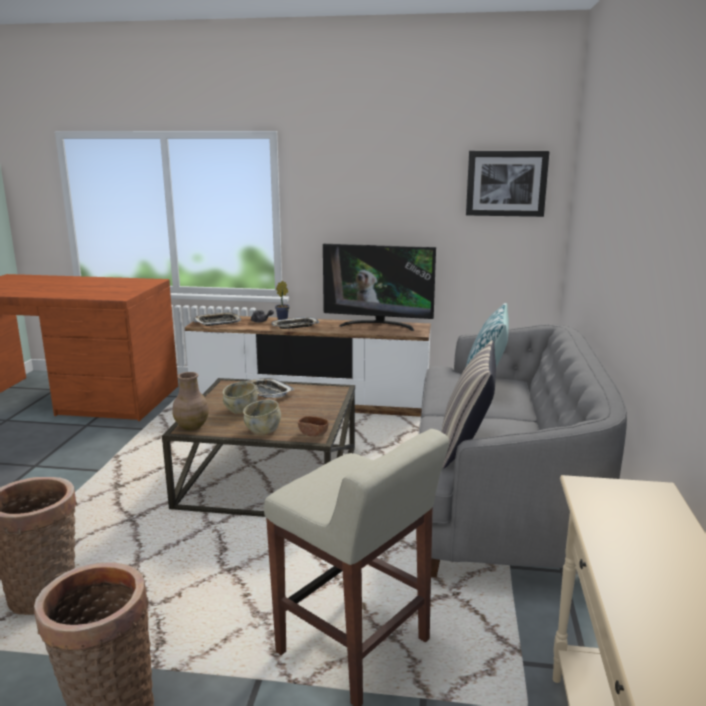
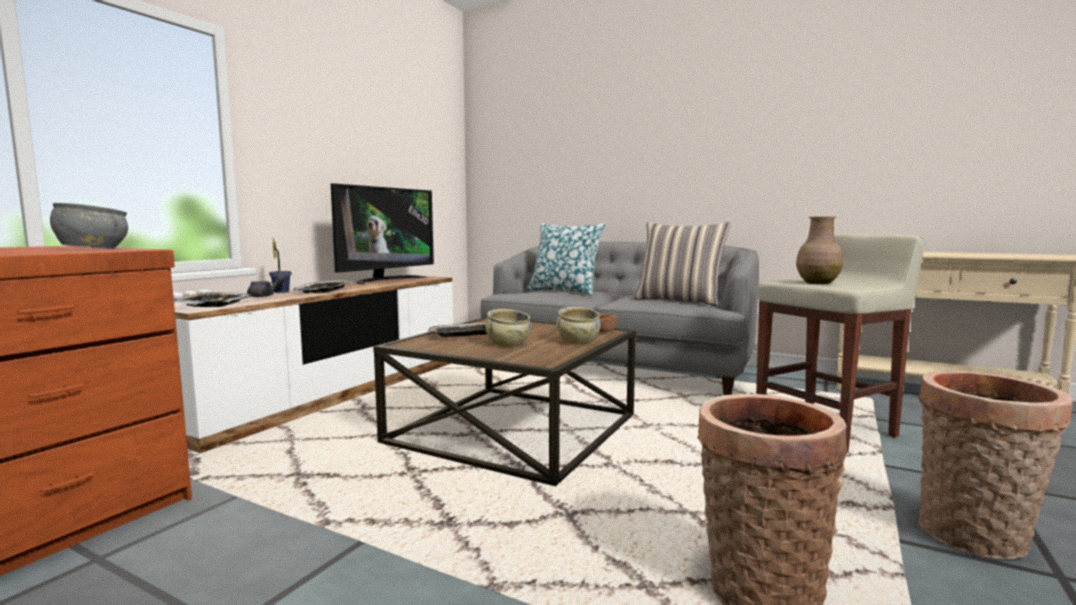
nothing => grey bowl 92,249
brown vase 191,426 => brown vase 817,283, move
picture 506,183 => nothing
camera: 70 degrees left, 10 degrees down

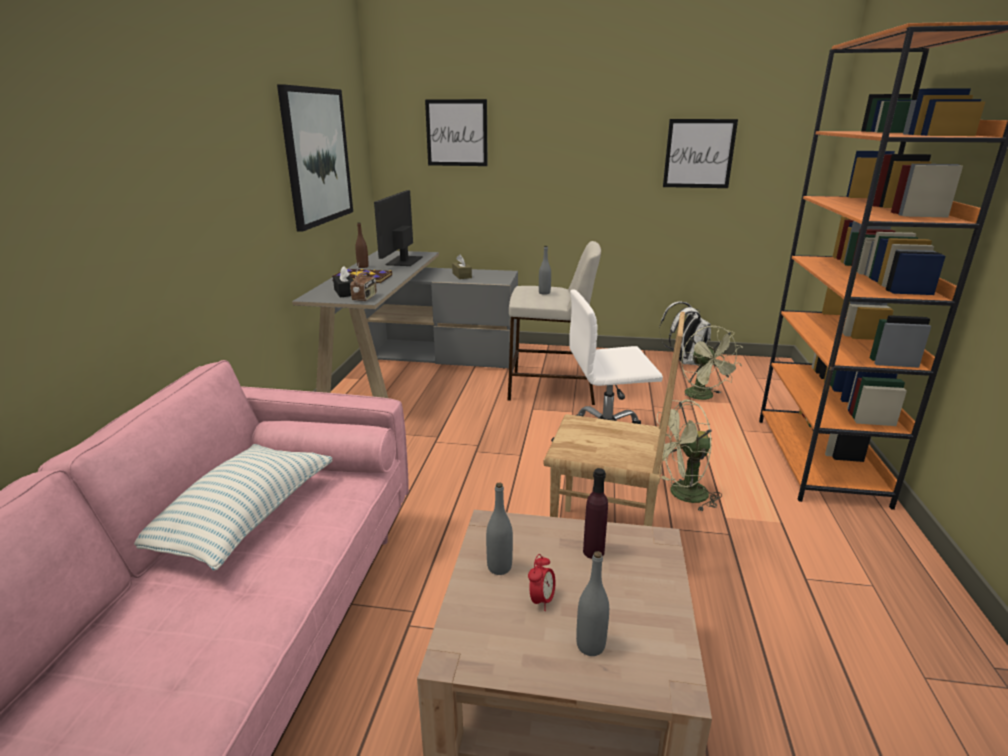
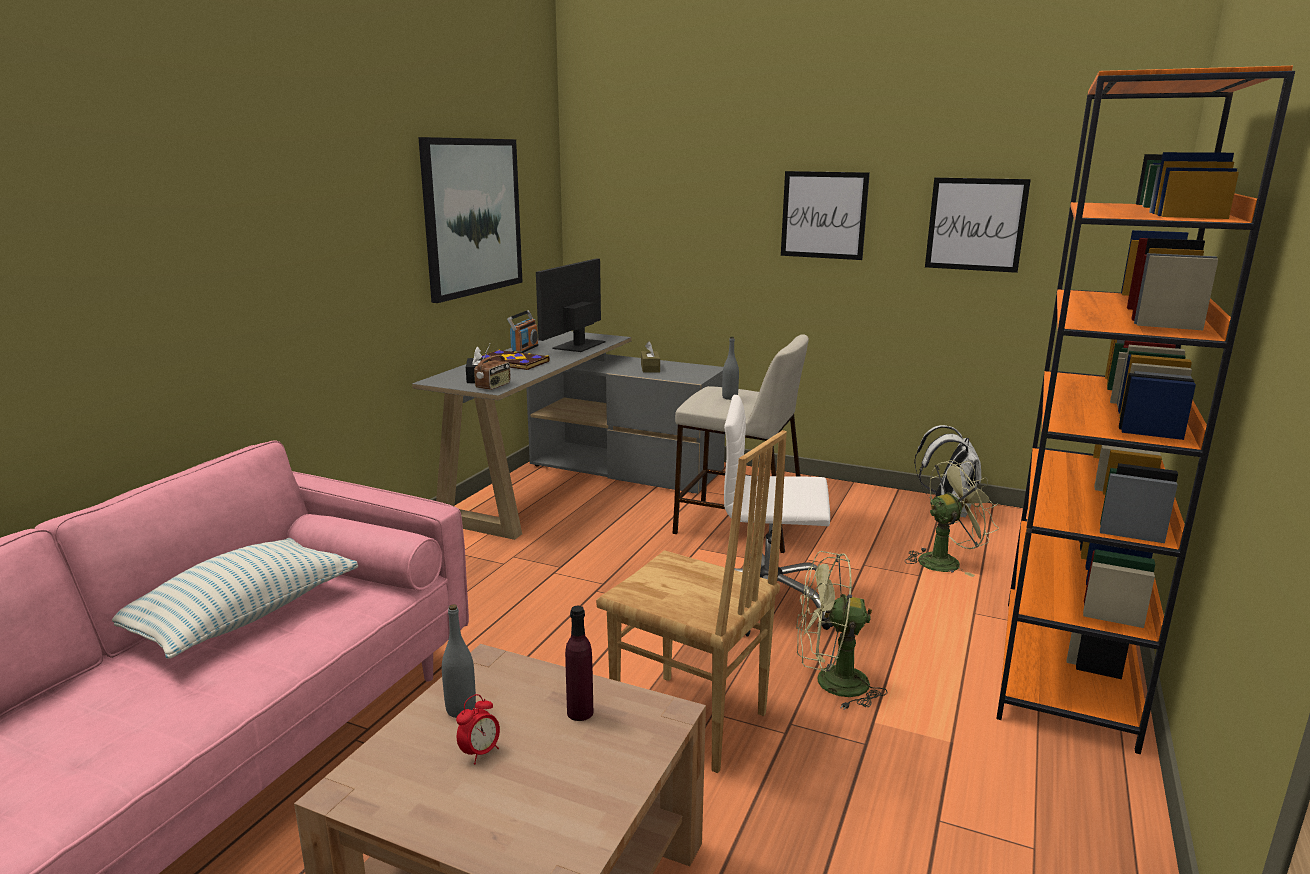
brown bottle 363,267 => radio 524,349
picture 457,133 => picture 824,215, move
green fan 704,397 => green fan 946,561, 105 degrees counterclockwise
grey bottle 590,645 => nothing
camera: 15 degrees right, 5 degrees down

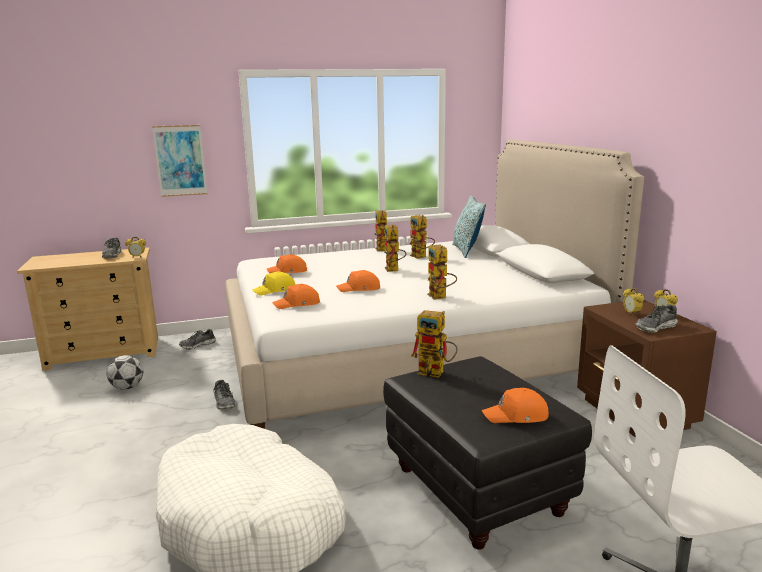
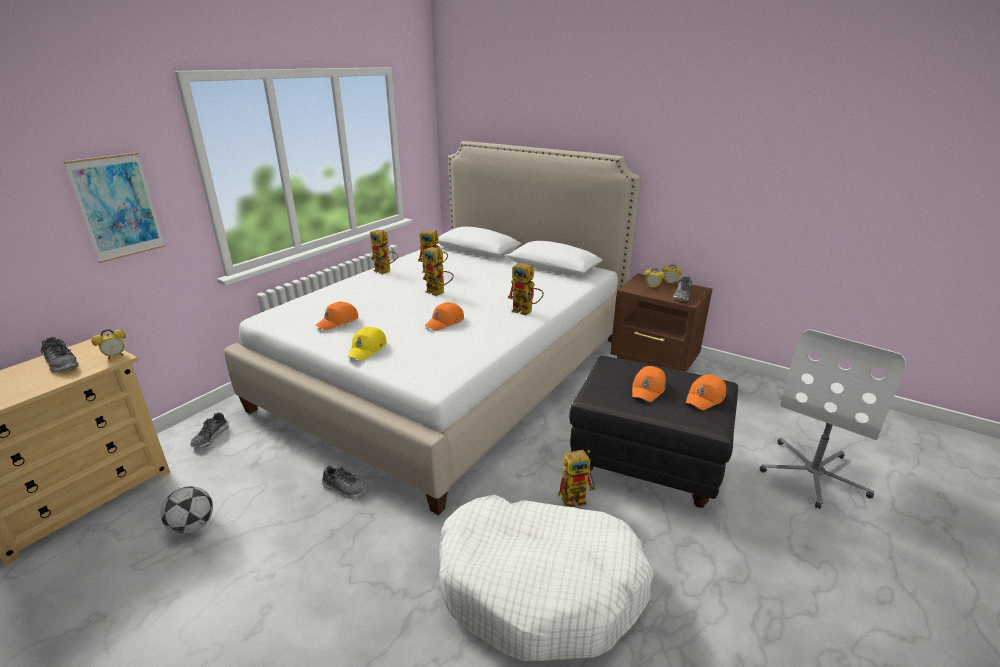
toy robot 436,372 => toy robot 578,498, move
orange cap 297,304 => orange cap 648,389, move
pillow 467,250 => nothing
camera: 40 degrees left, 10 degrees up

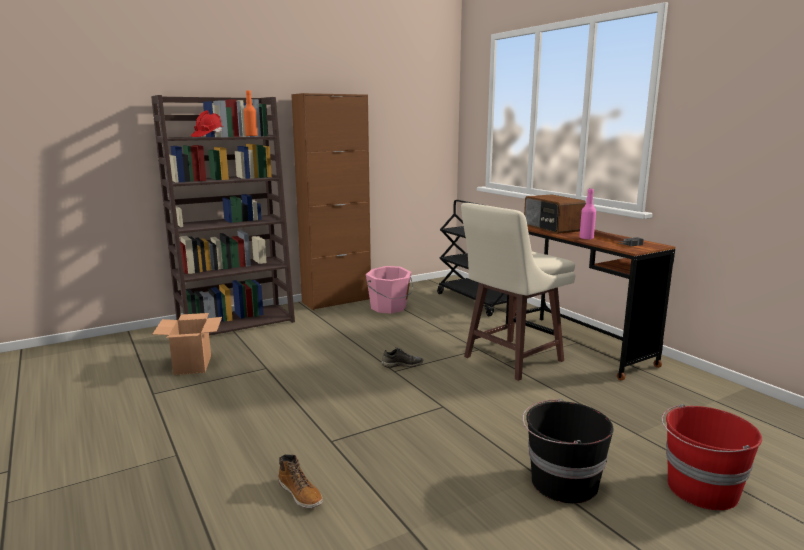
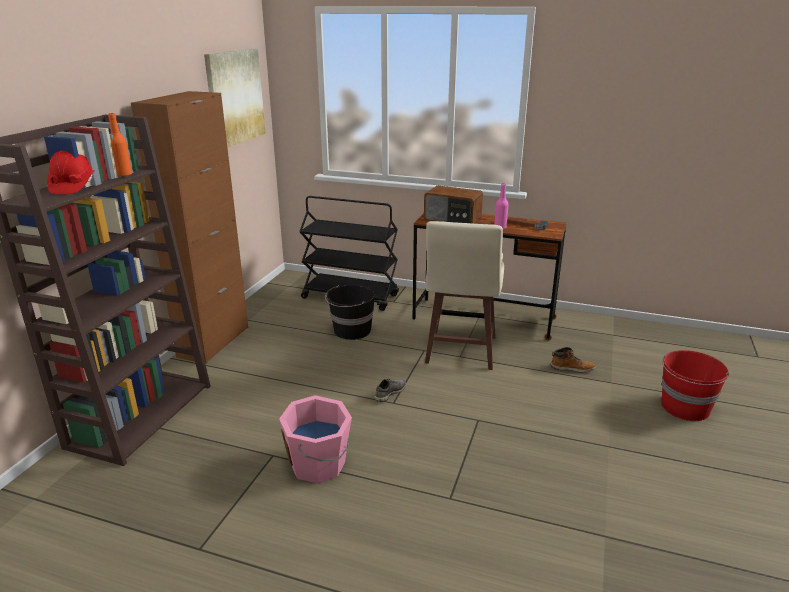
nothing => picture 235,97
pink bucket 389,308 => pink bucket 319,464, move
black bucket 562,483 => black bucket 351,331, move
boot 301,494 => boot 572,368, move
cardboard box 192,364 => nothing
camera: 40 degrees left, 10 degrees up

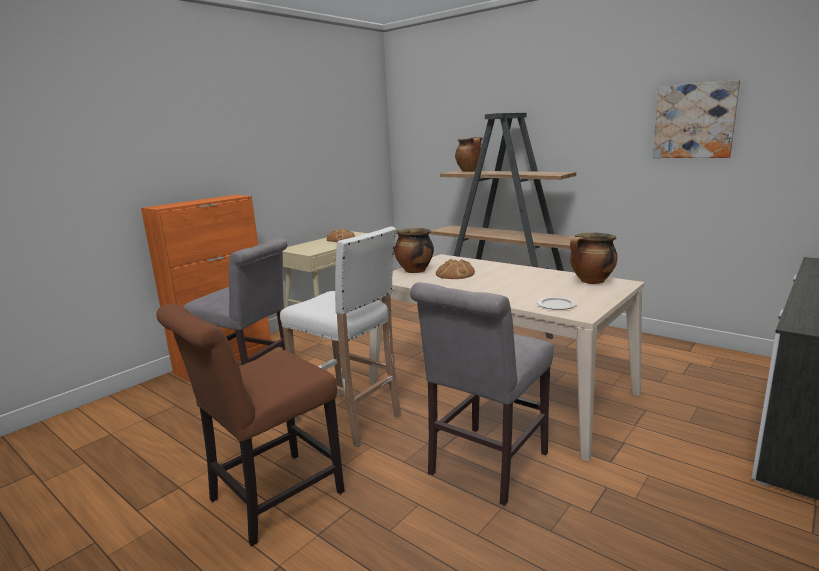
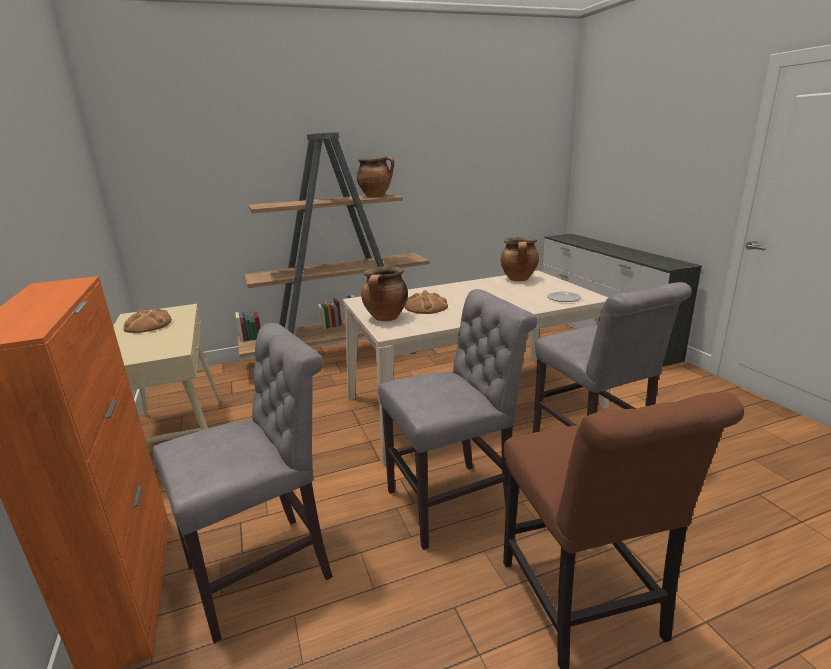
cooking pot 471,171 => cooking pot 376,196, move
white stool 350,419 => grey chair 455,501
picture 694,121 => nothing
camera: 60 degrees left, 5 degrees up

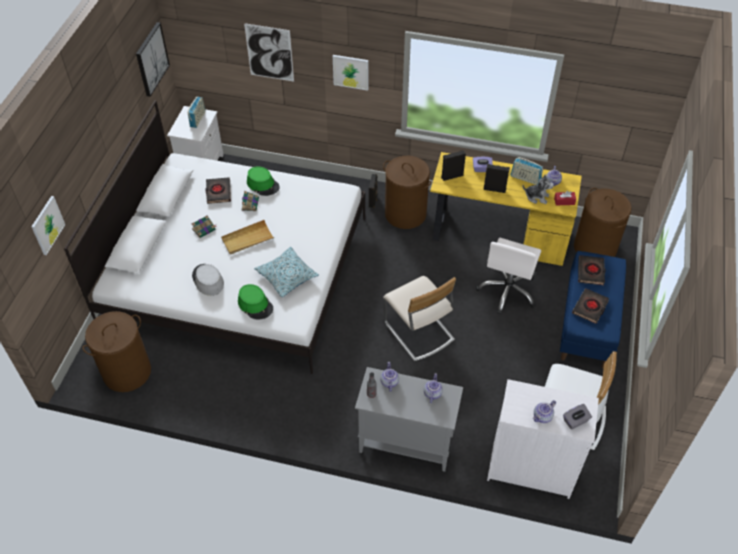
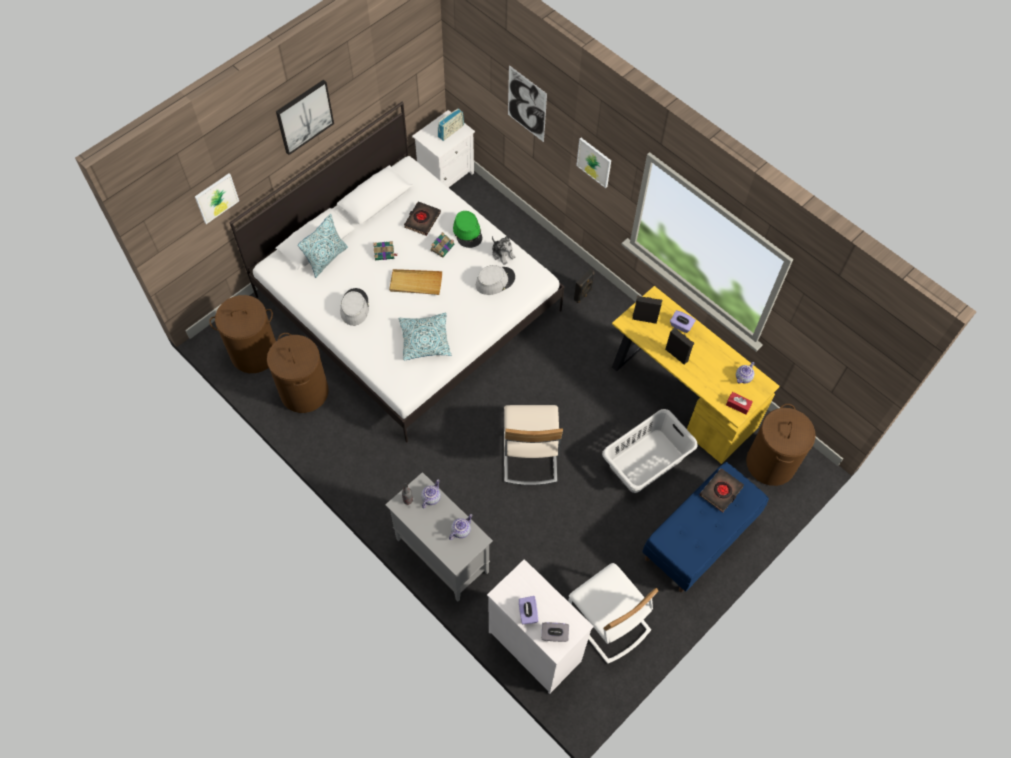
brown laundry basket 405,214 => brown laundry basket 304,392, move
picture 151,59 => picture 304,116, move
nothing => pillow 326,259
nothing => grey hat 495,281
plush toy 537,197 => plush toy 502,254, move
teapot 542,417 => purple tissue box 527,613
white office chair 507,291 => grey laundry basket 645,461
green hat 255,305 => nothing
radio 525,178 => nothing
black book 590,307 => nothing
camera: 30 degrees right, 10 degrees up

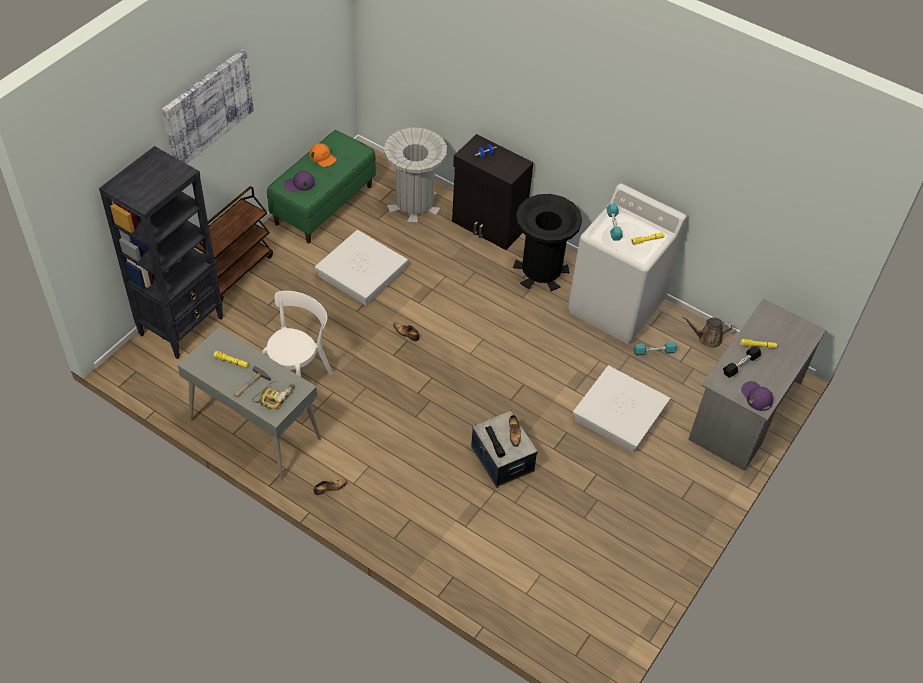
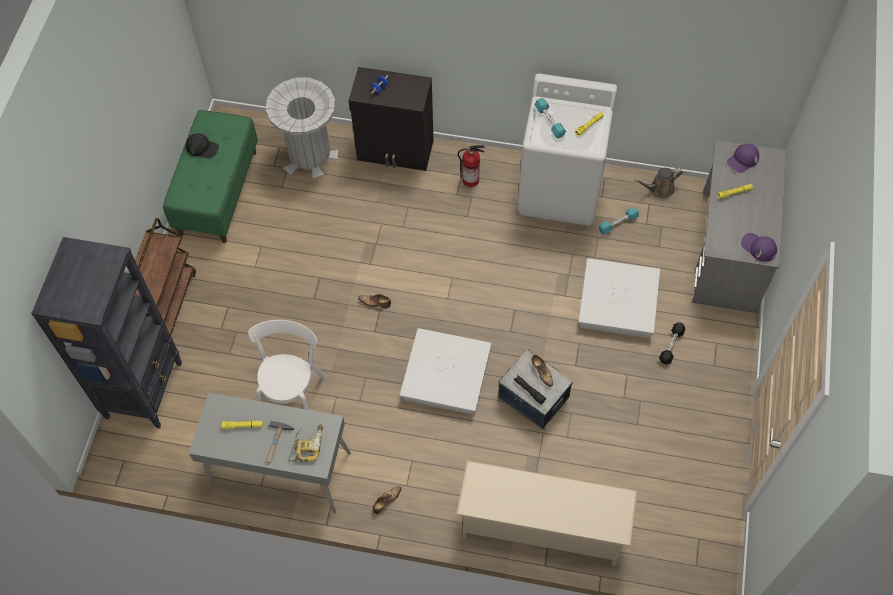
orange cap 322,157 => black cap 202,147
white storage box 362,272 => white storage box 446,375, move
nothing => beige shoe rack 542,526
black trash can 541,271 => fire extinguisher 471,180
black dumbbell 740,365 => black dumbbell 671,346, move
purple cap 299,184 => purple cap 742,160, move
picture 207,108 => nothing
camera: 20 degrees left, 10 degrees up

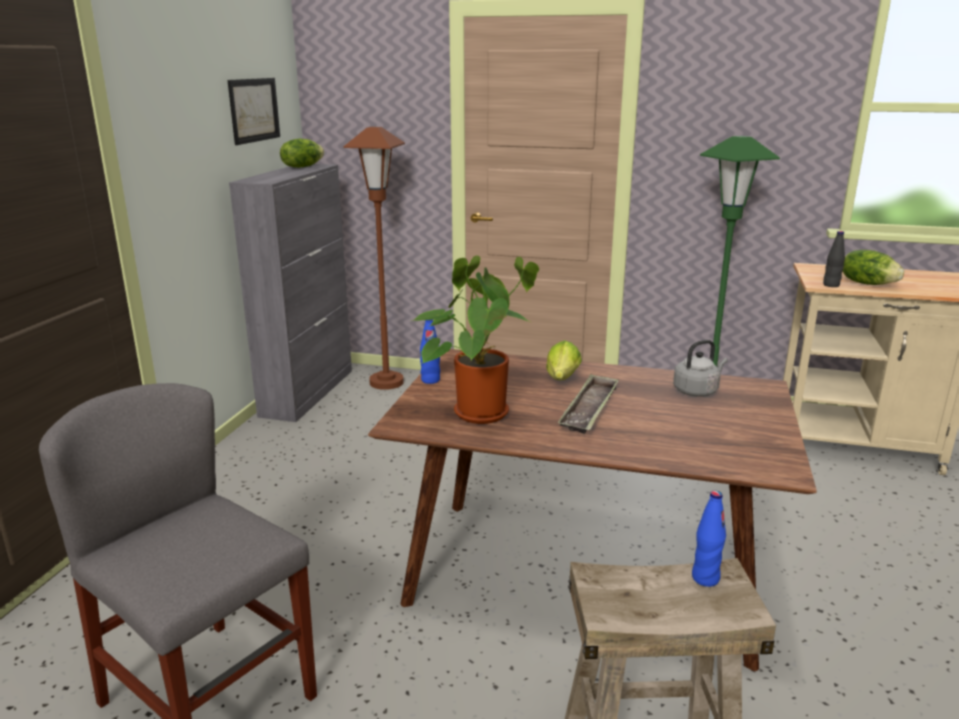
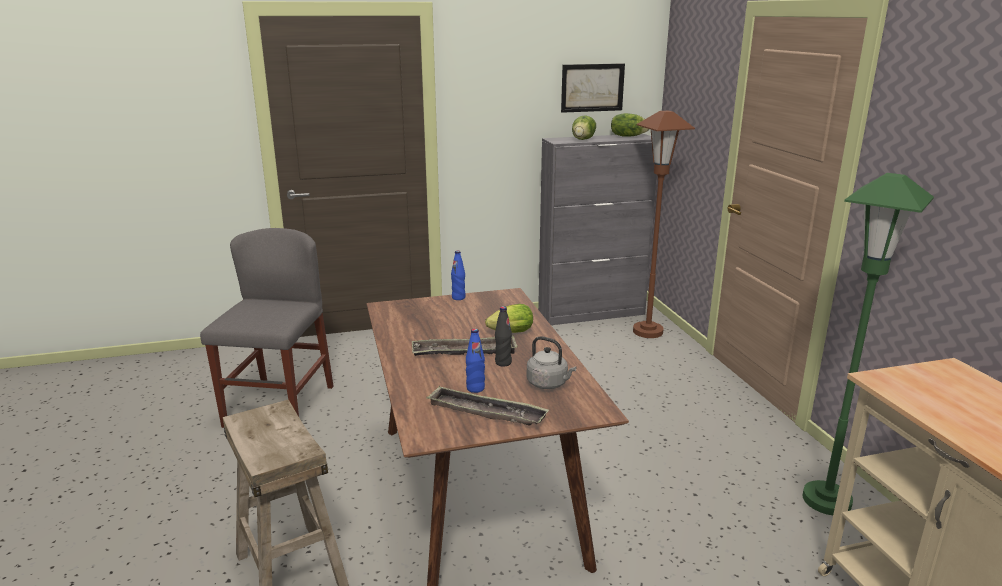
nothing => tray 486,412
blue bottle 705,578 => blue bottle 475,388, move
black bottle 831,285 => black bottle 503,363, move
lettuce 867,283 => lettuce 583,139, move
potted plant 479,410 => nothing
camera: 60 degrees right, 0 degrees up

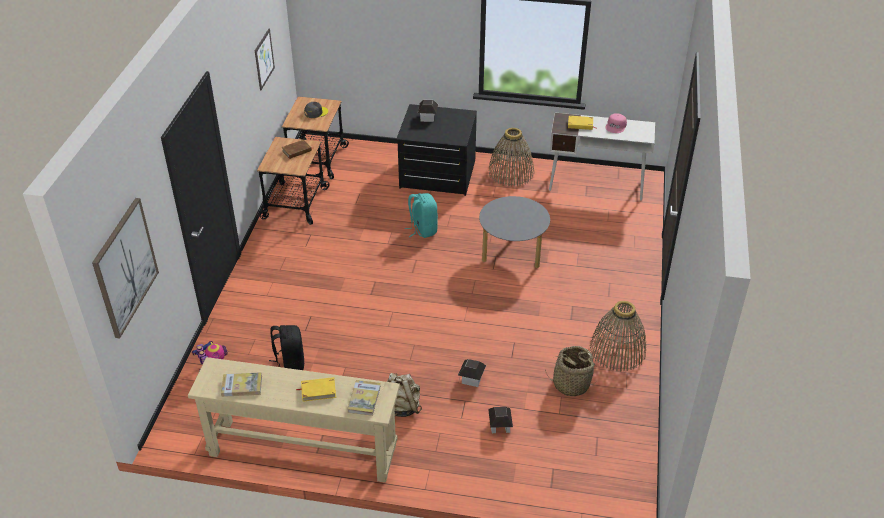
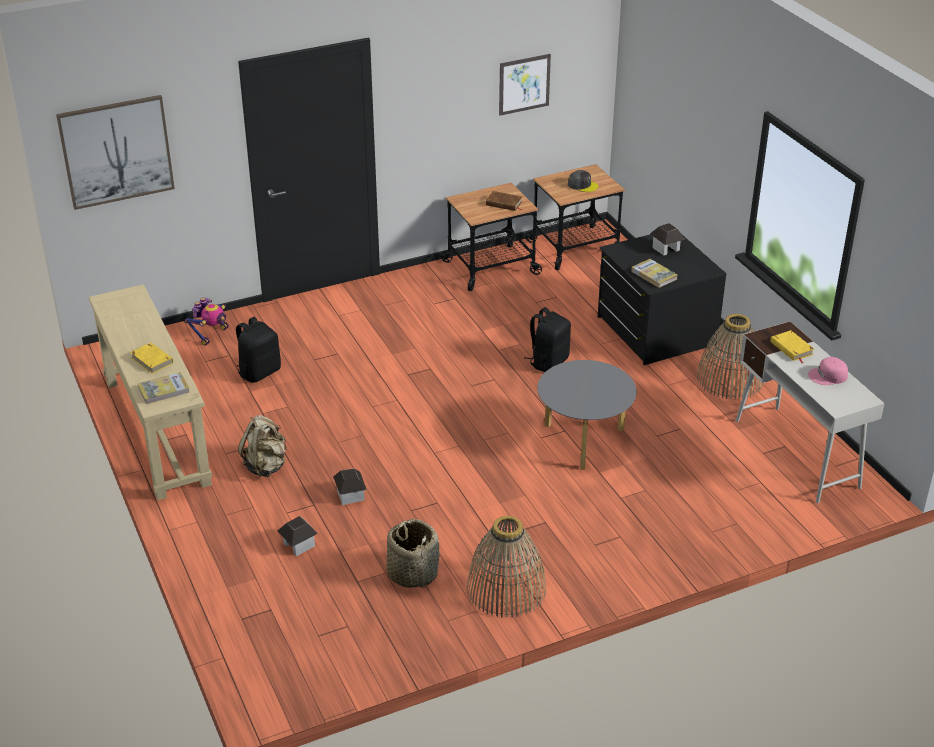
turquoise backpack 422,229 => black backpack 548,362
book 242,386 => book 654,275, move
camera: 55 degrees right, 5 degrees down

